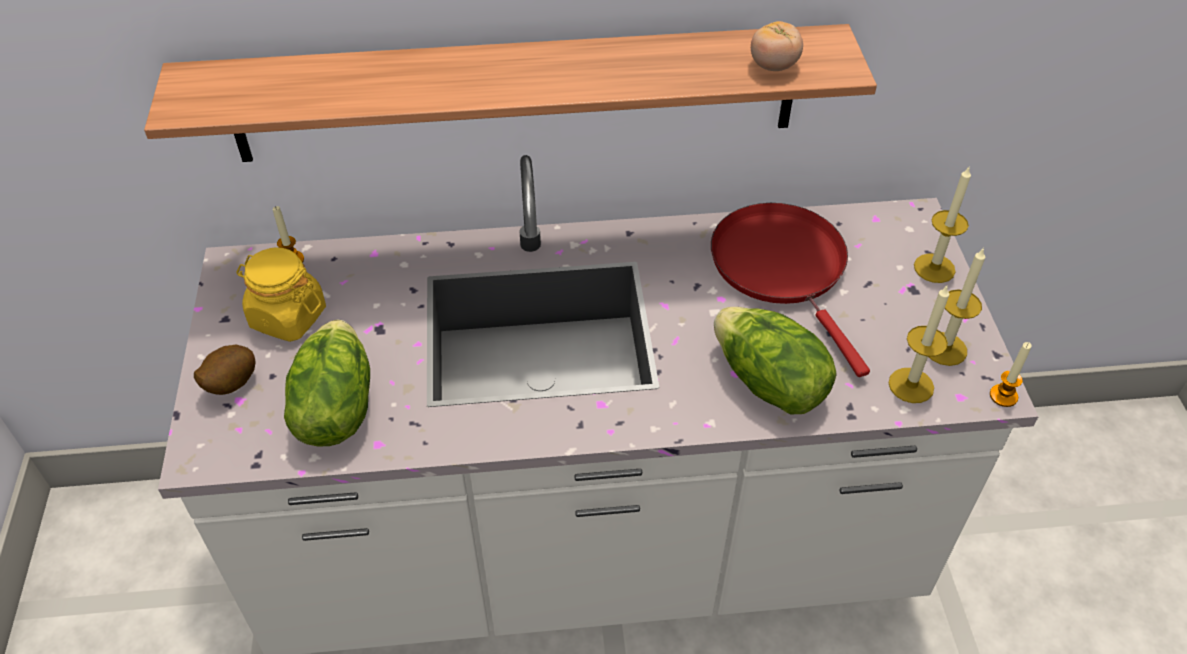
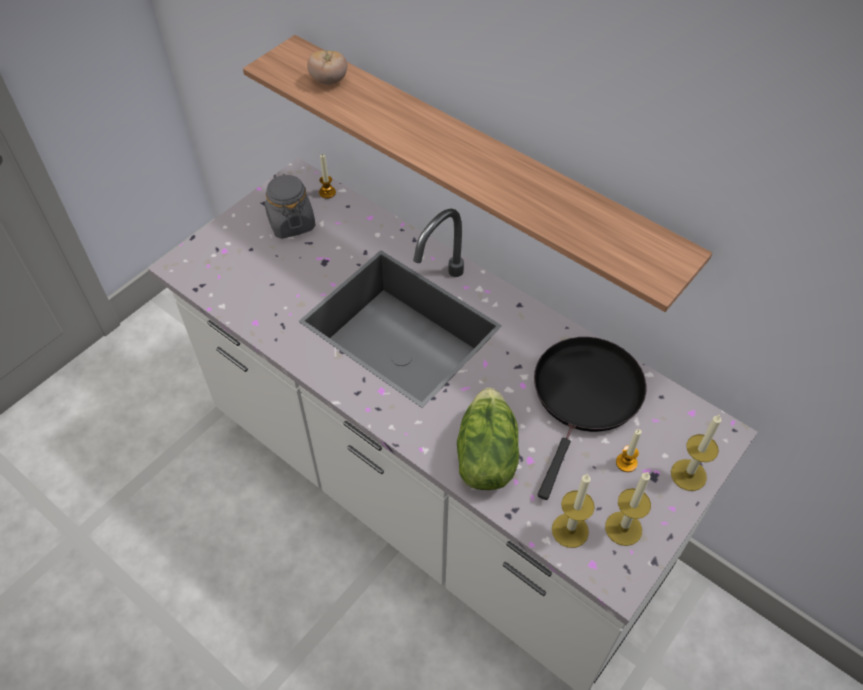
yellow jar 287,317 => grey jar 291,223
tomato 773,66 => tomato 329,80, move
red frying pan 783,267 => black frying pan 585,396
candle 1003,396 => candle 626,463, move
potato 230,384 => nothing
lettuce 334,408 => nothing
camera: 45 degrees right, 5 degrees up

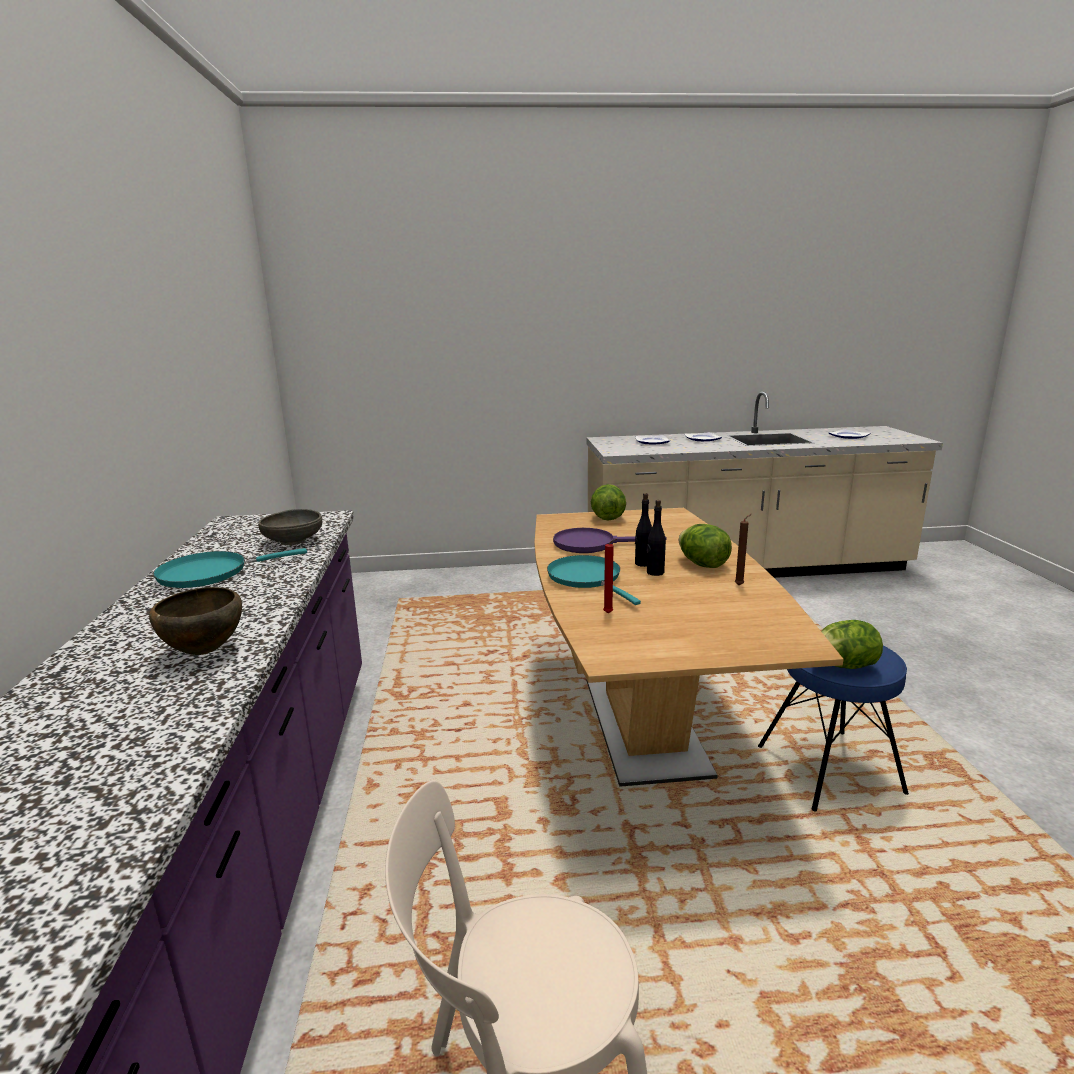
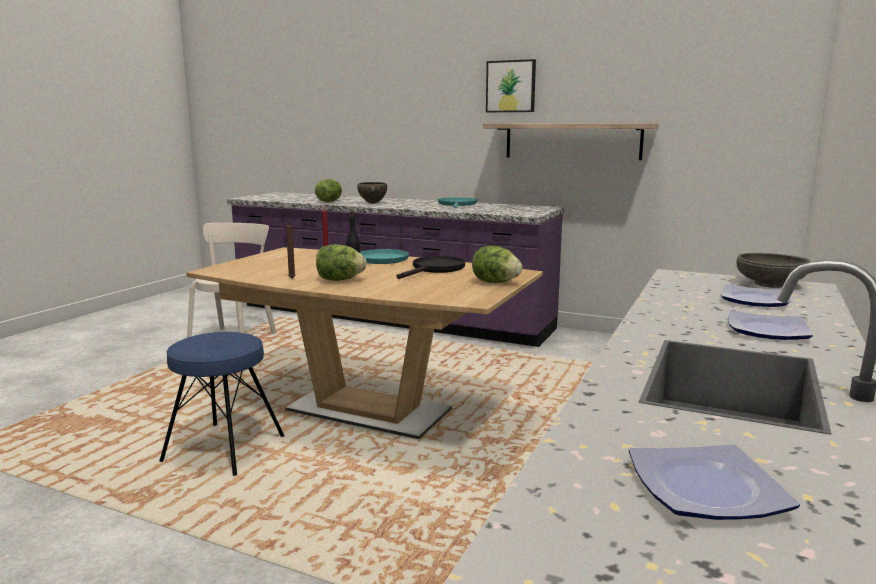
lettuce 844,665 => lettuce 329,201, move
purple frying pan 593,544 => black frying pan 434,269
nothing => shelf 572,141
nothing => picture 511,86
grey bowl 293,541 => grey bowl 769,284, move
black bottle 643,563 => nothing
camera: 120 degrees right, 5 degrees down

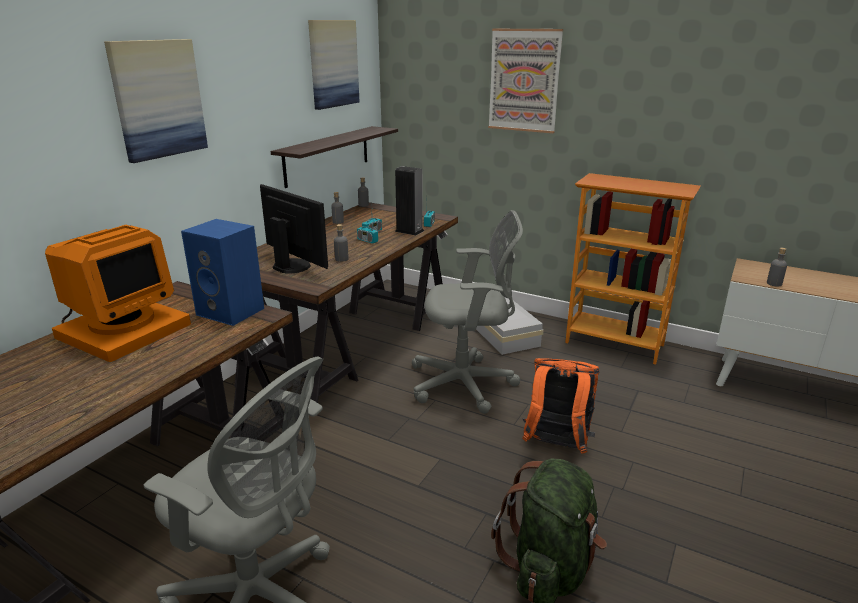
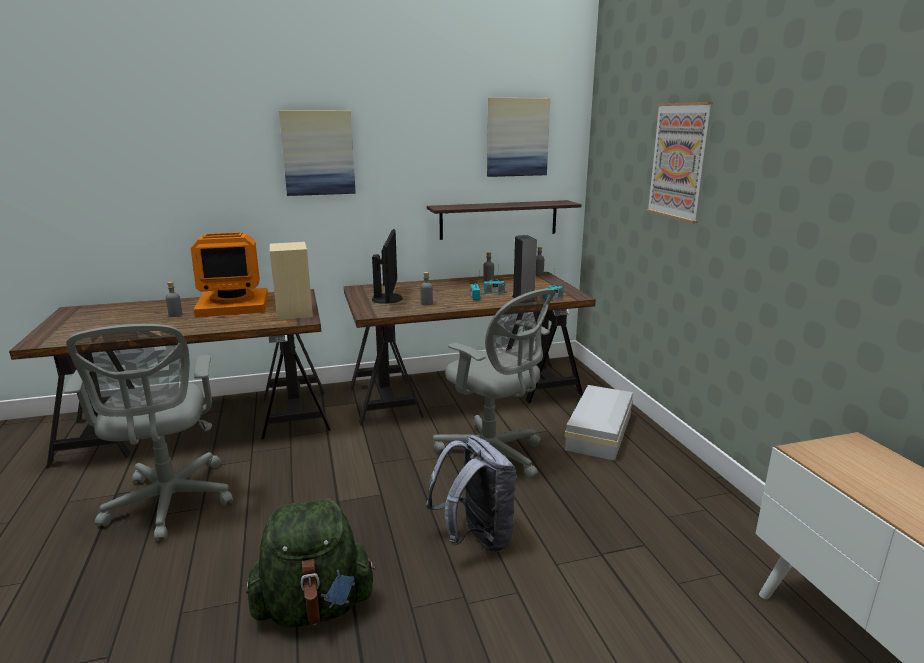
grey bottle 774,283 => grey bottle 175,315, move
blue speaker 232,311 => beige speaker 295,313
orange backpack 556,446 => grey backpack 475,538
bookcase 615,343 => nothing
camera: 45 degrees right, 5 degrees down

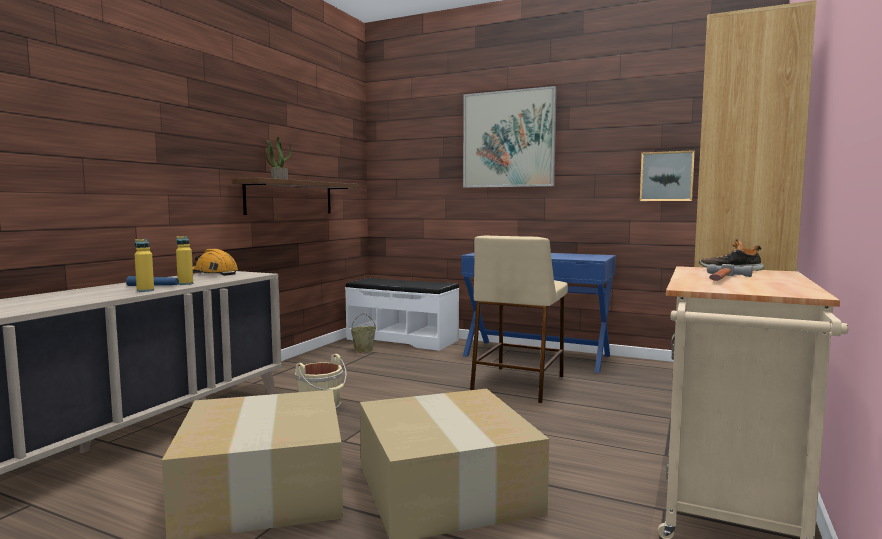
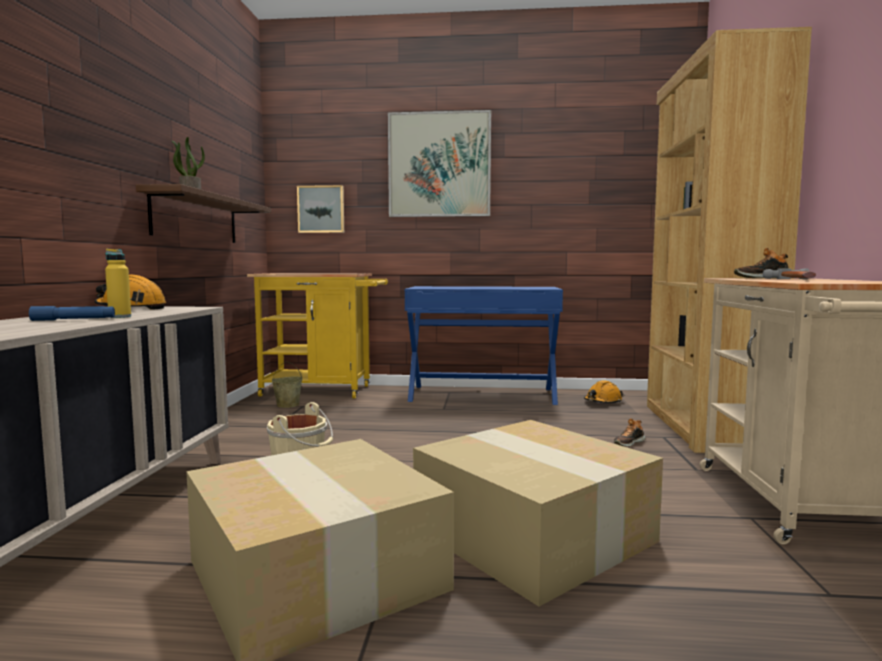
white bench 402,339 => yellow cart 323,391
picture 666,176 => picture 321,209, move
nothing => orange hard hat 602,402
nothing => shoe 628,442
yellow bottle 145,290 => nothing
beige stool 518,383 => nothing
camera: 20 degrees left, 0 degrees up

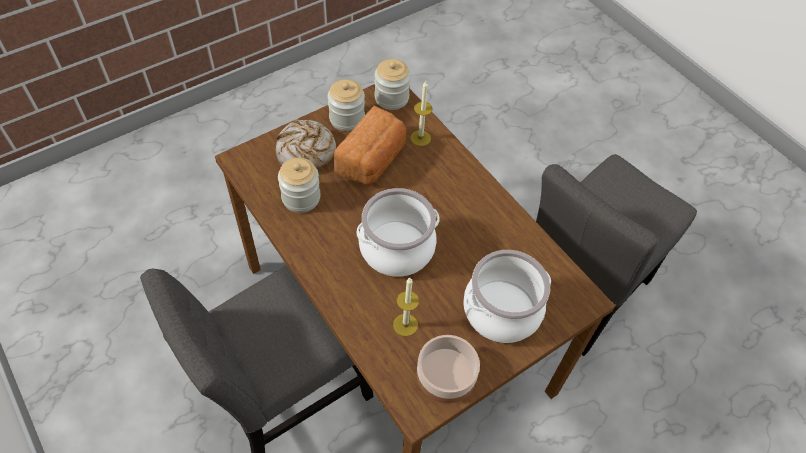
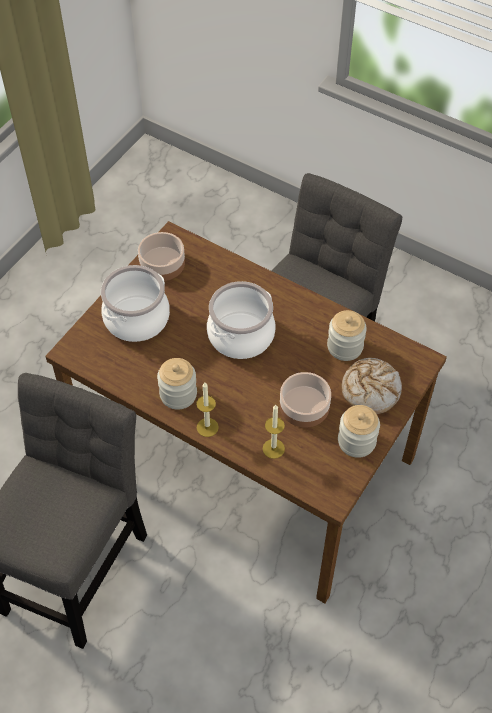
jar 391,98 => jar 178,394, move
candle 405,325 => candle 207,427, move
bread 373,160 => bowl 305,406
camera: 160 degrees right, 0 degrees up

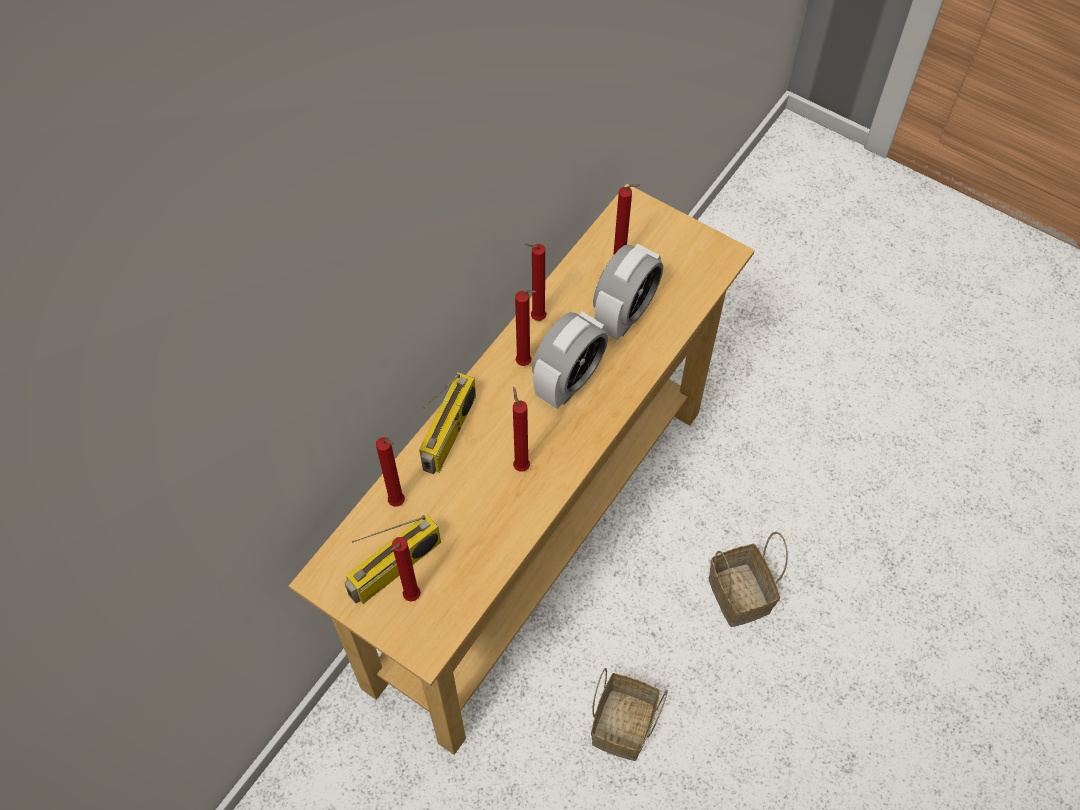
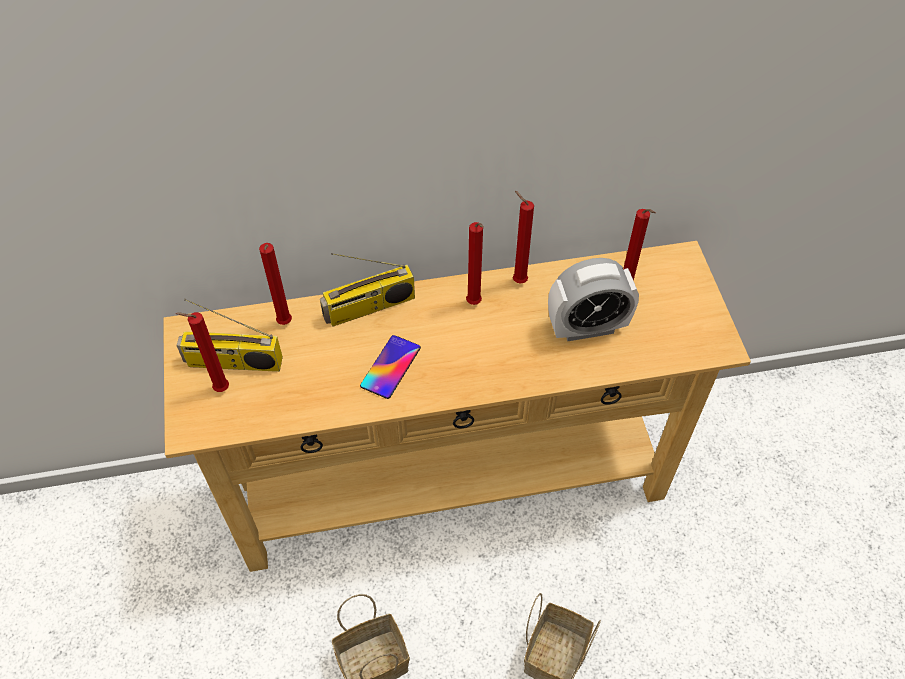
red candle 520,464 => phone 390,367
alarm clock 568,381 => nothing
camera: 45 degrees right, 5 degrees down

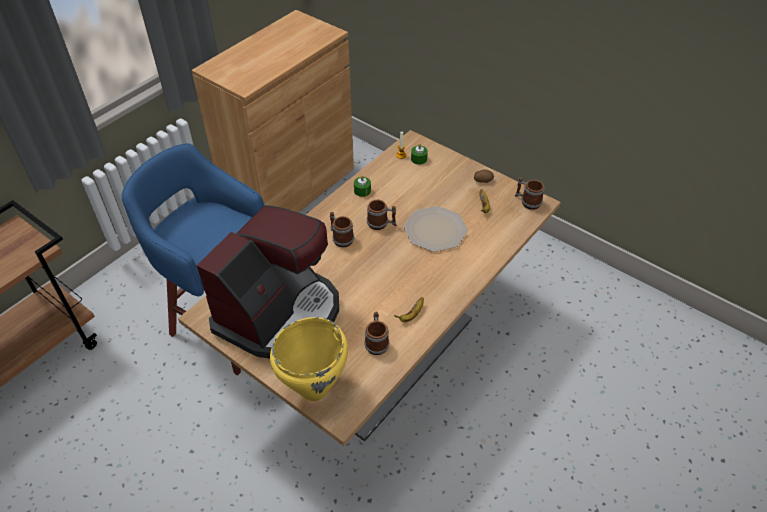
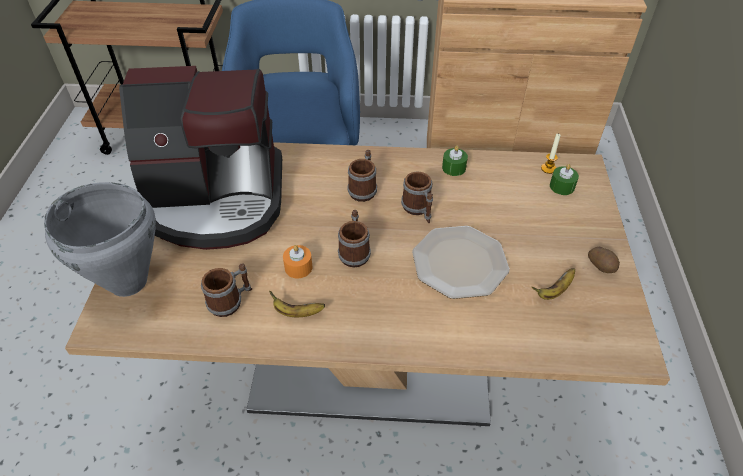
yellow cooking pot 315,389 => grey cooking pot 128,283
nothing => orange candle 298,267
mug 527,201 => mug 354,251, move
camera: 55 degrees right, 0 degrees up

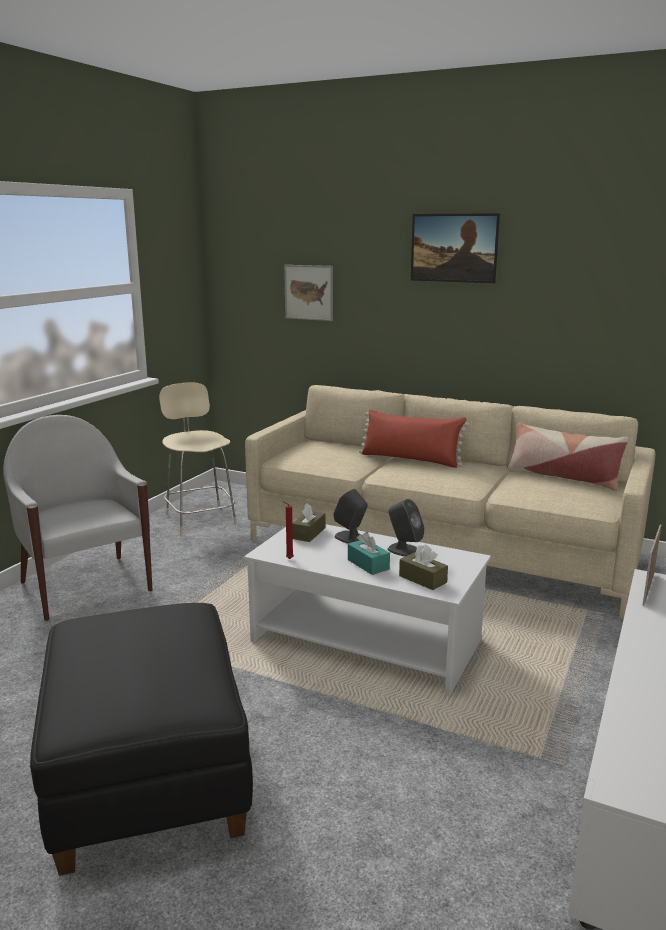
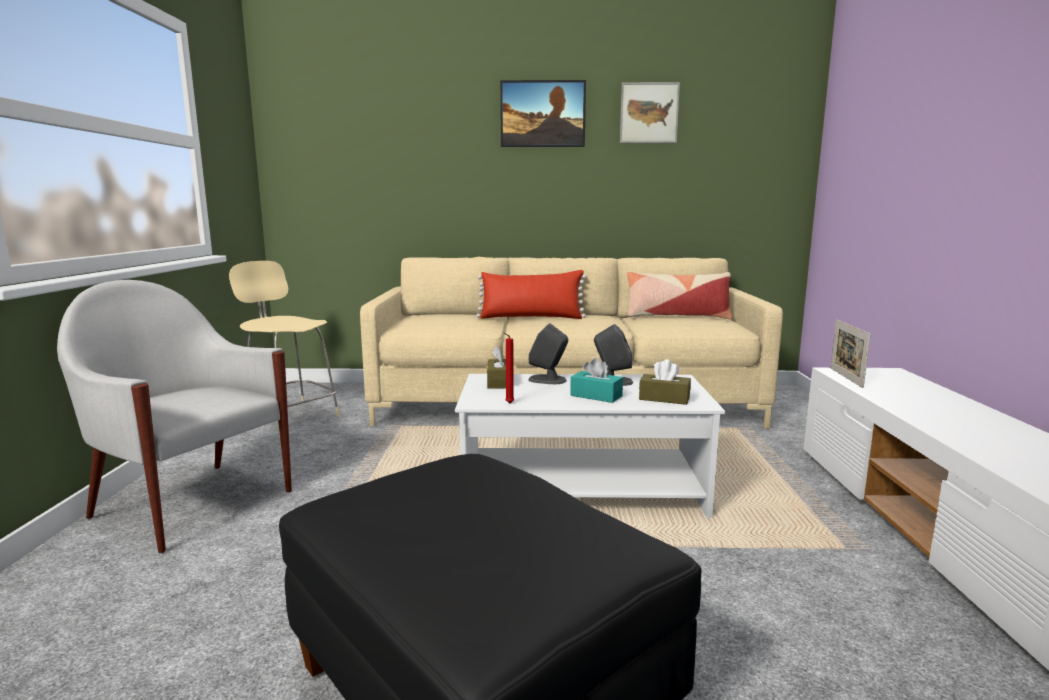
picture 309,292 => picture 649,113, move
camera: 25 degrees left, 5 degrees down

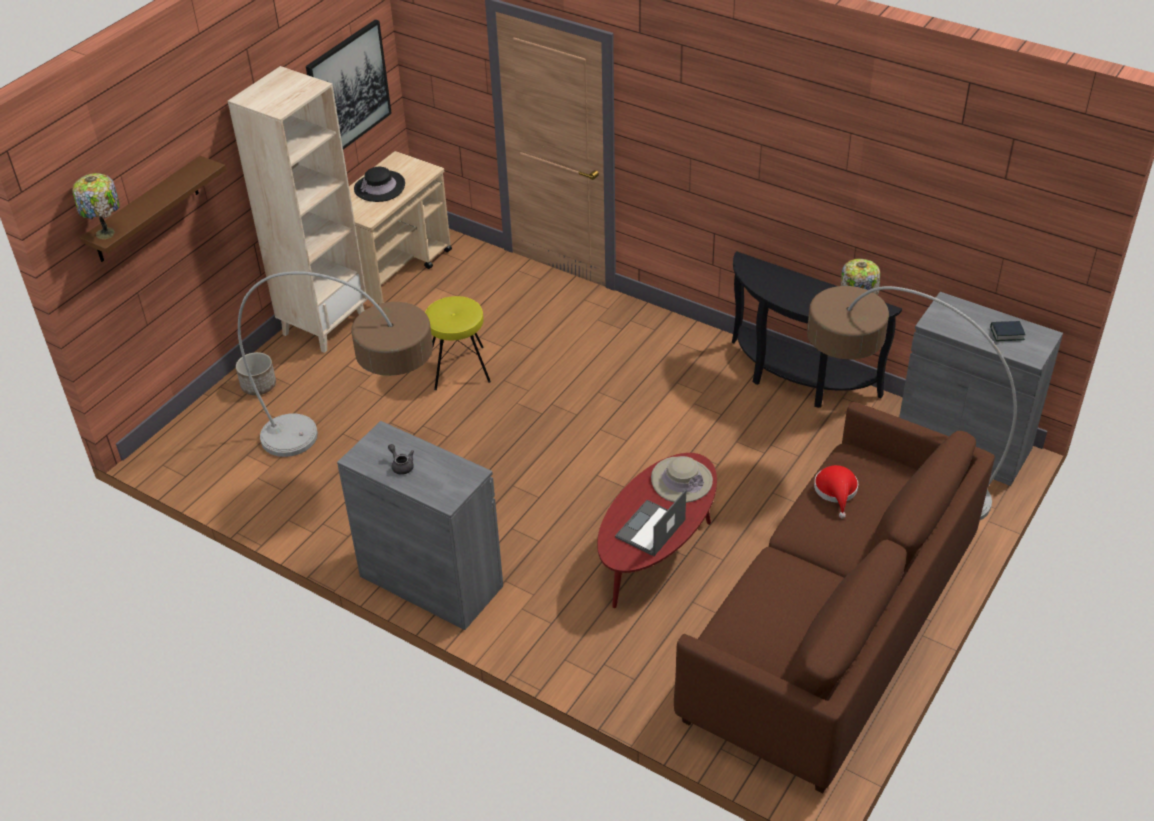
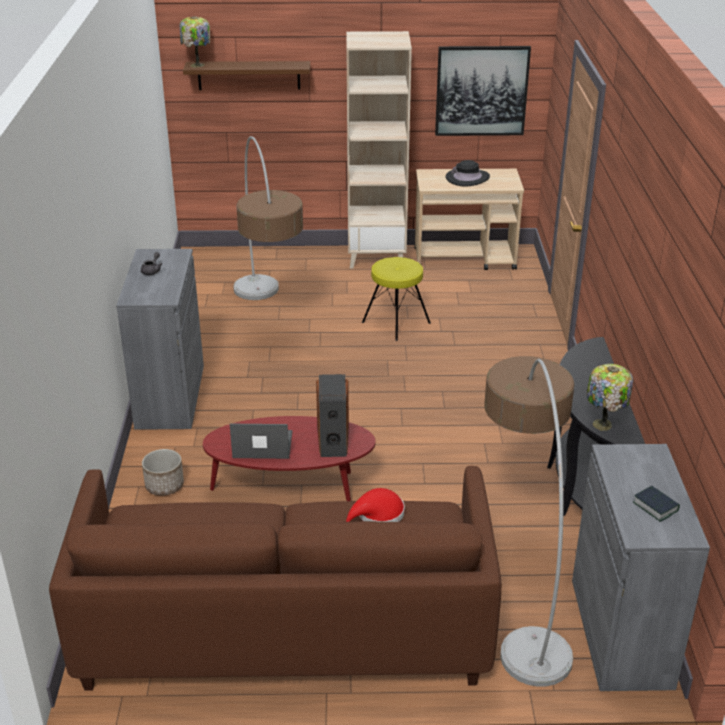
planter 258,385 => planter 164,485, move
beige hat 681,480 => speaker 333,440
camera: 55 degrees right, 10 degrees down

